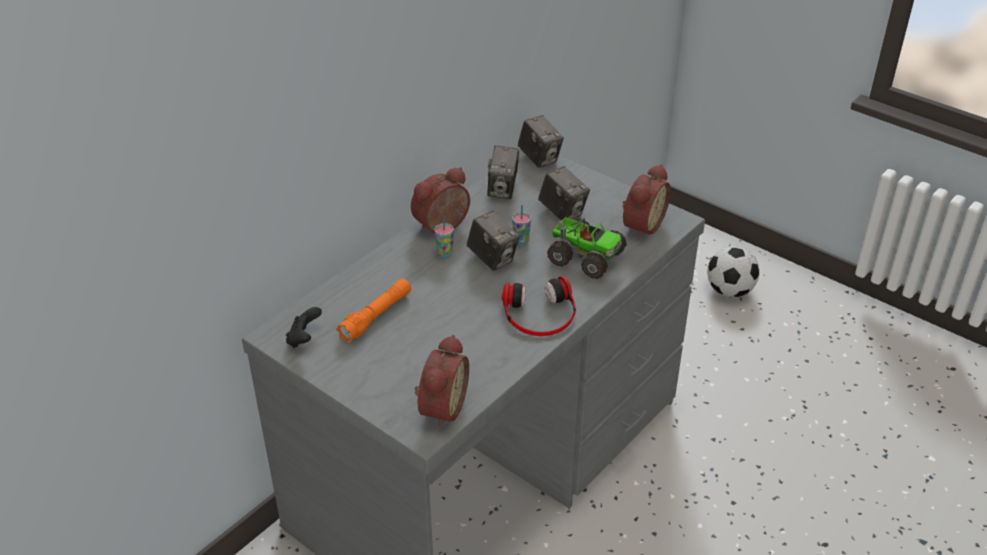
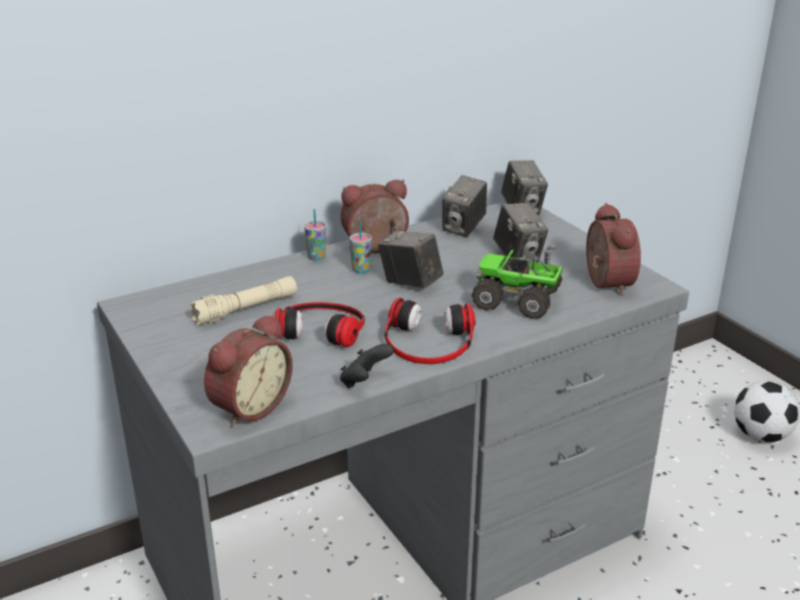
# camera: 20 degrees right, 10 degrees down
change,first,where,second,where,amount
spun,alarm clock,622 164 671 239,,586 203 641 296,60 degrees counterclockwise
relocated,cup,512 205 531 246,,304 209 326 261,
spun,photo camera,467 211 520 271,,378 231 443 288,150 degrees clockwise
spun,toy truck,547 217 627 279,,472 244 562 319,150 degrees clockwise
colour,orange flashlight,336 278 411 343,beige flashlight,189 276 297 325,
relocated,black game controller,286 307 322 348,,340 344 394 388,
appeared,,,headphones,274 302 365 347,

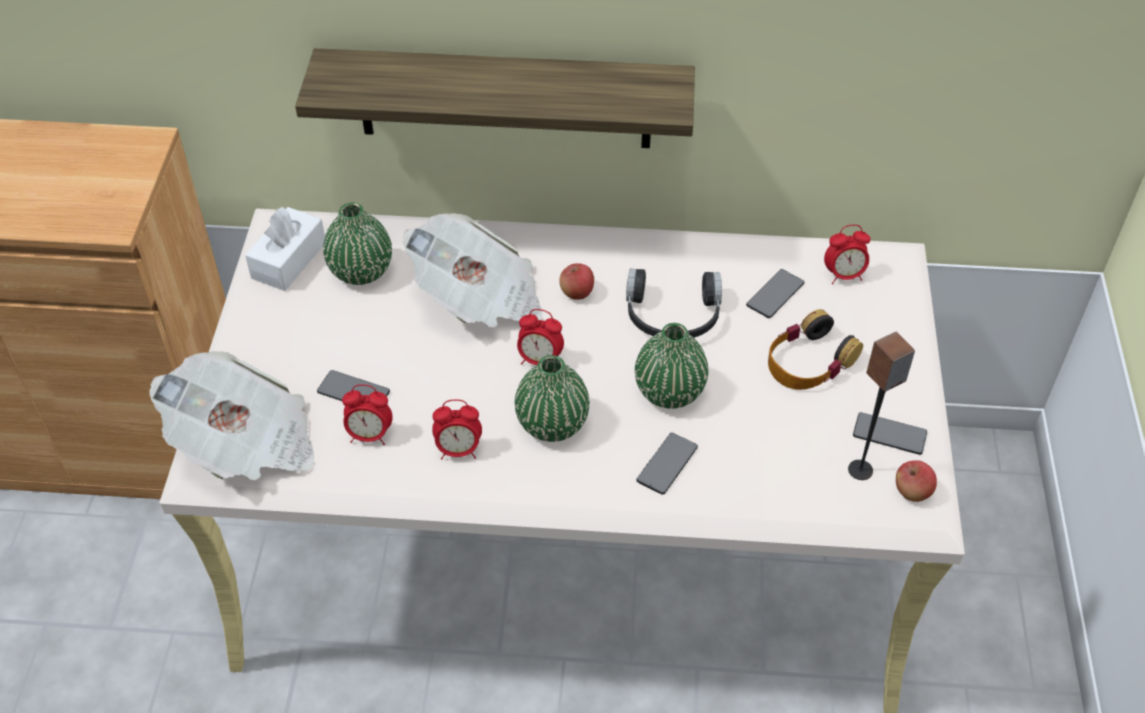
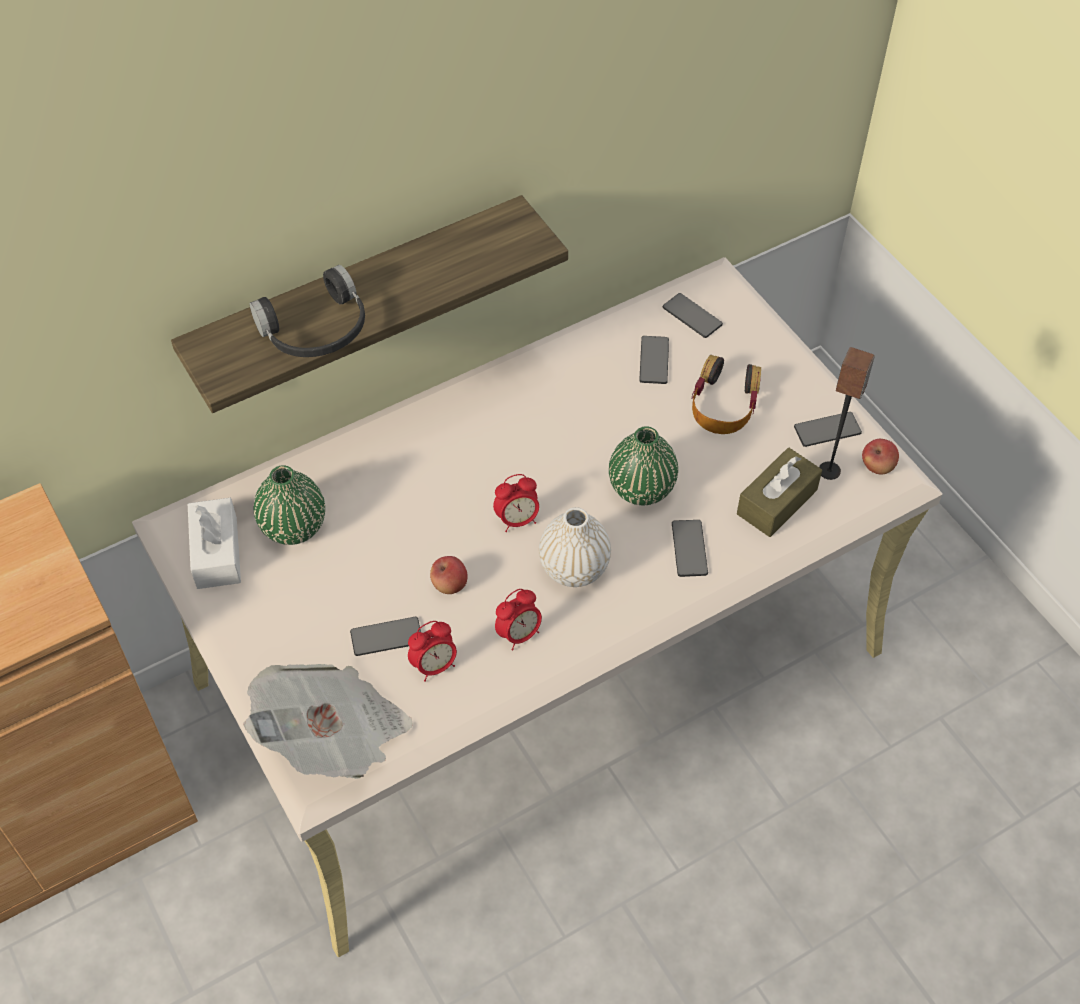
# camera: 35 degrees left, 5 degrees up
change,first,where,second,where,amount
missing,newspaper,403 213 543 328,,,
exchanged,alarm clock,824 224 871 284,phone,663 293 723 338,
relocated,apple,559 263 594 300,,430 556 468 594,
relocated,black headphones,626 269 722 338,,250 265 365 357,
colour,green vase,515 355 590 442,white vase,539 507 611 587,
appeared,,,brown tissue box,737 448 822 537,

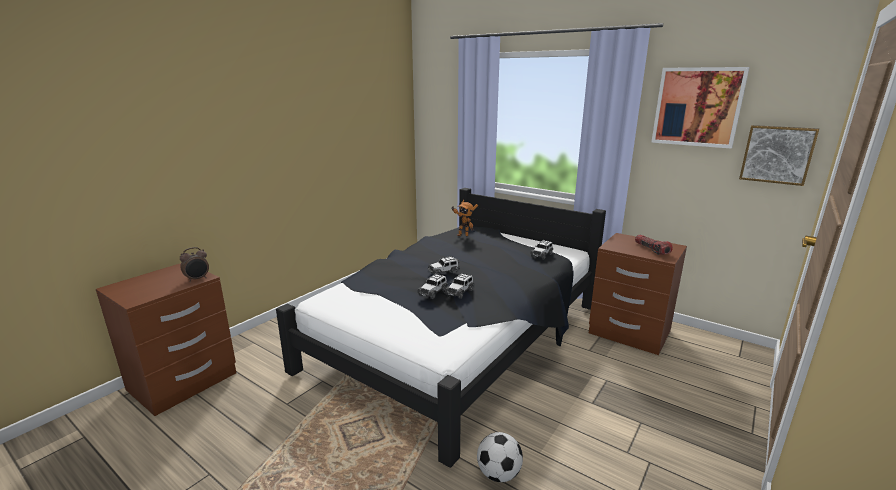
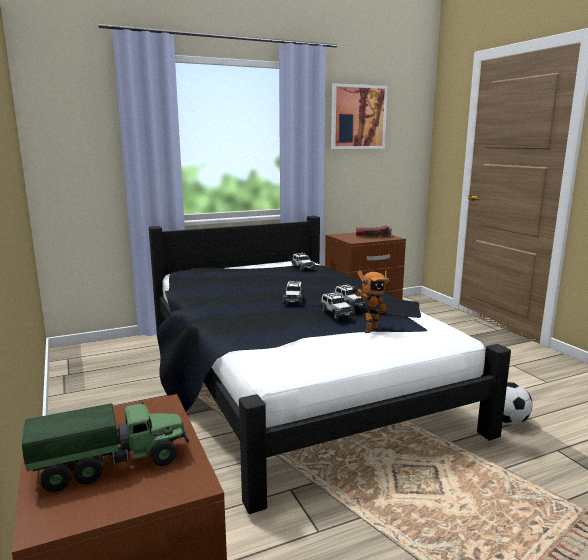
# camera: 60 degrees left, 5 degrees down
change,first,where,second,where,amount
missing,picture,739 125 819 186,,,
relocated,toy robot,452 200 478 236,,352 270 390 333,
missing,alarm clock,180 247 209 282,,,
appeared,,,toy truck,22 400 189 492,

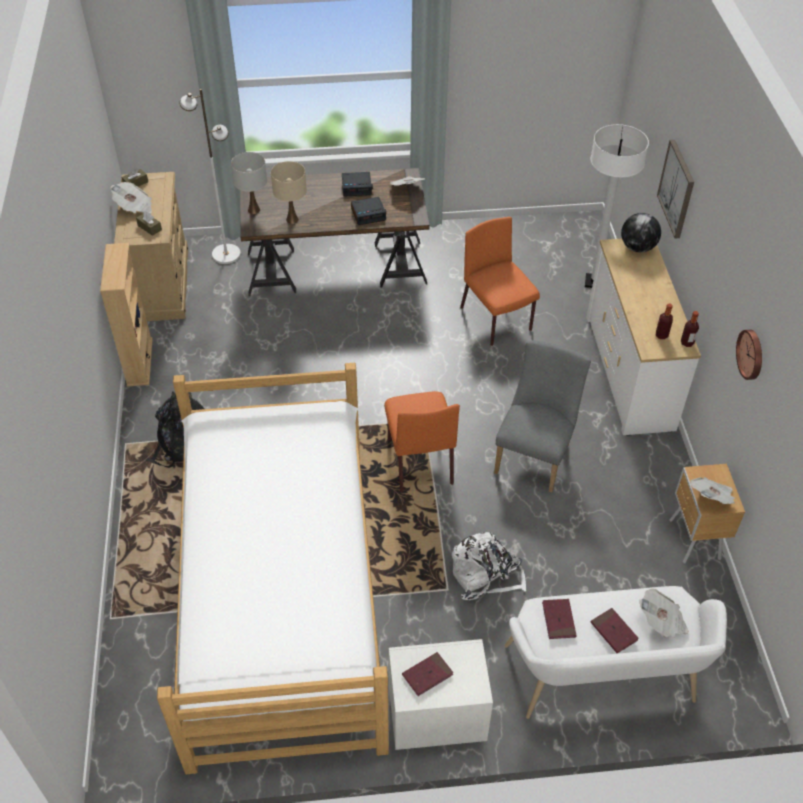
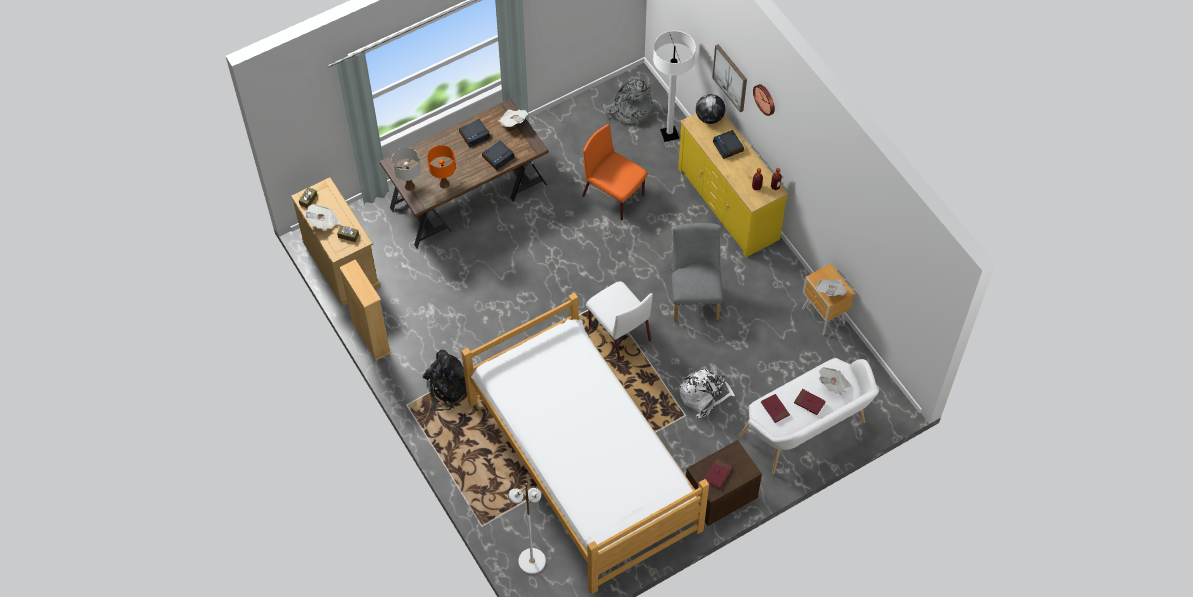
# camera: 25 degrees left, 10 degrees up
change,first,where,second,where,amount
relocated,white floor lamp,179 89 241 264,,508 483 546 574,
colour,beige table lamp,271 161 307 224,orange table lamp,427 145 456 189,
colour,white dresser,586 239 701 436,yellow dresser,678 113 788 257,
relocated,wall clock,736 330 762 380,,753 84 775 116,
colour,orange chair,384 391 460 492,white chair,586 281 653 361,
colour,white nightstand,389 639 493 750,brown nightstand,686 440 762 526,
appeared,,,grey backpack,603 79 653 125,
appeared,,,alarm clock,713 130 744 159,

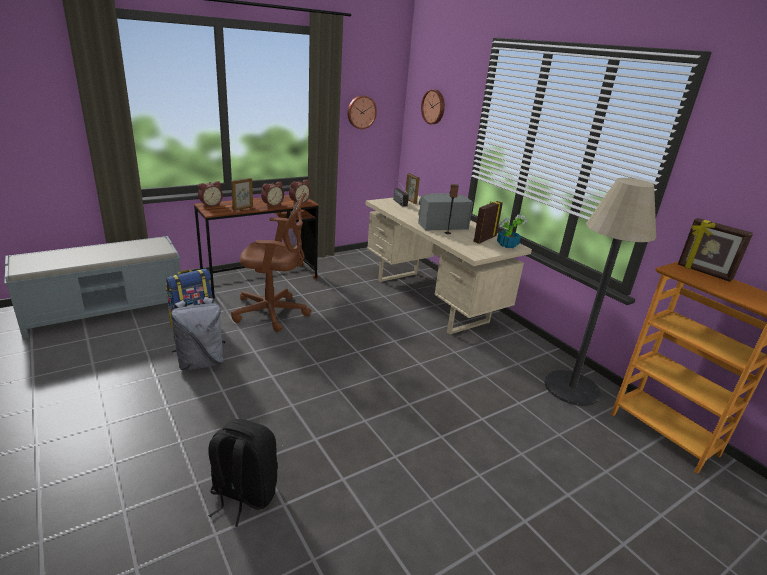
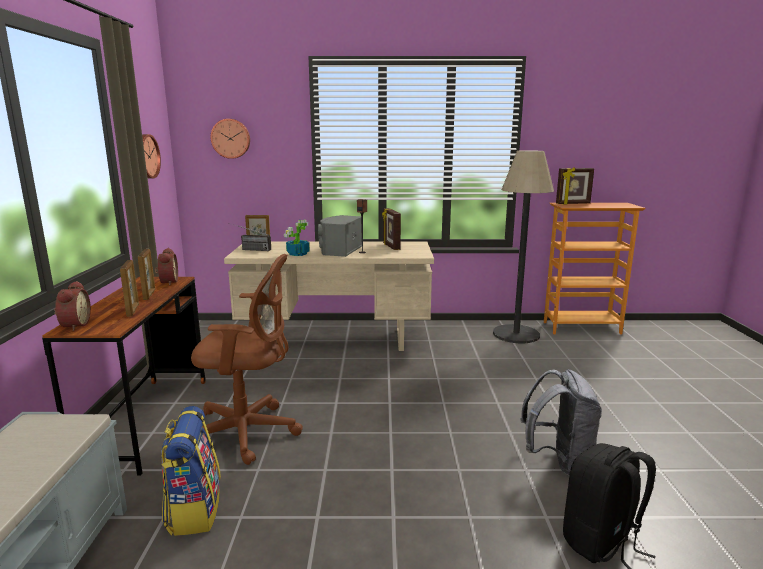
# camera: 55 degrees left, 10 degrees down
change,first,where,second,where,amount
exchanged,alarm clock,261 182 284 207,picture frame,138 249 155 300,
spun,brown office chair,231 193 311 332,,191 254 303 465,60 degrees clockwise
relocated,potted plant,497 215 527 248,,284 220 310 256,
relocated,grey backpack,171 297 226 371,,520 369 602 476,

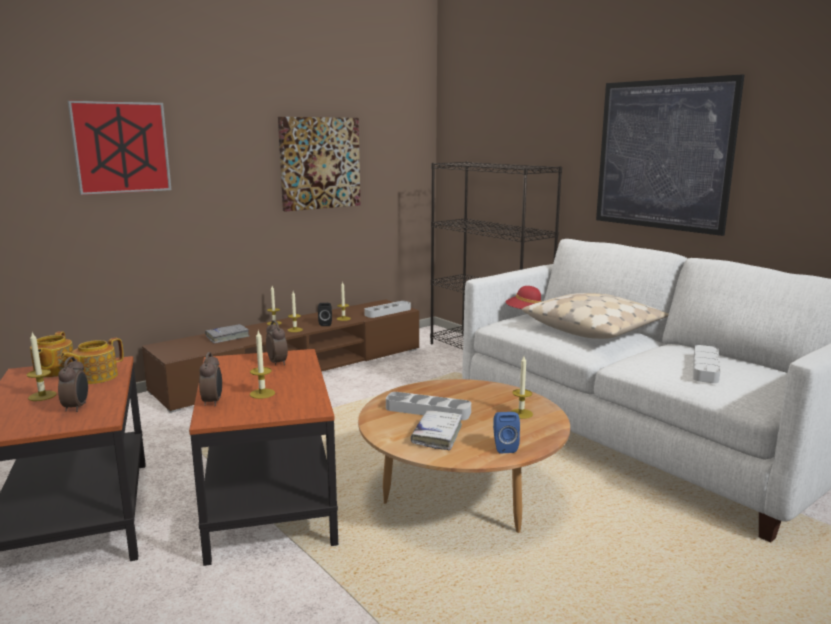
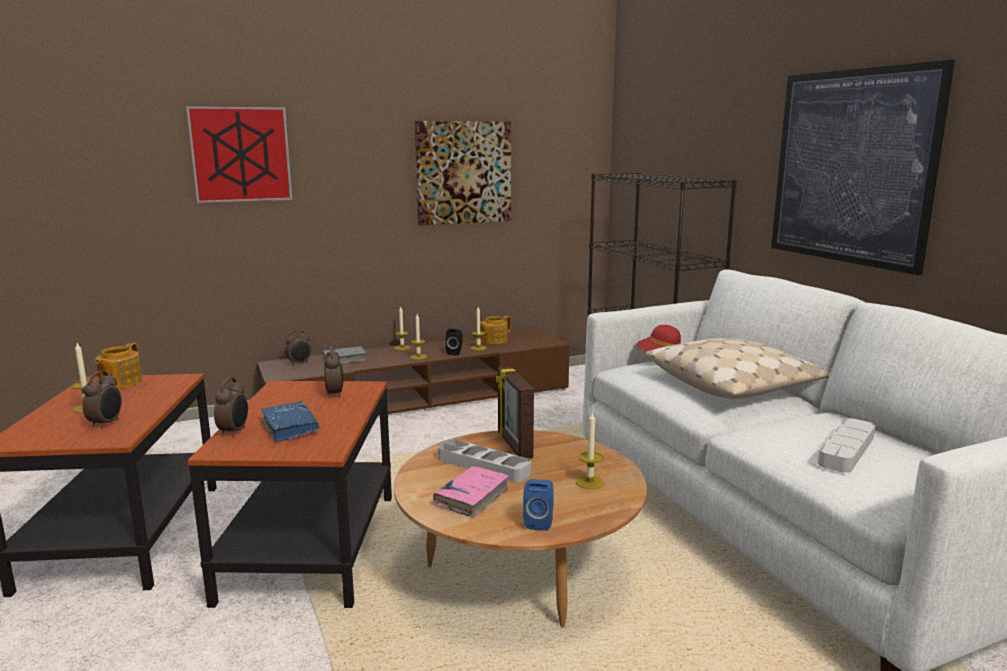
# camera: 15 degrees right, 0 degrees up
change,first,where,second,where,amount
missing,grey tray,364 301 411 318,,,
exchanged,candle,250 331 275 399,blue book,261 401 320 442,
relocated,teapot,60 338 124 384,,480 316 511 344,
colour,white book,411 411 462 450,pink book,433 466 509 517,
appeared,,,alarm clock,285 330 311 366,
appeared,,,picture frame,496 366 534 459,

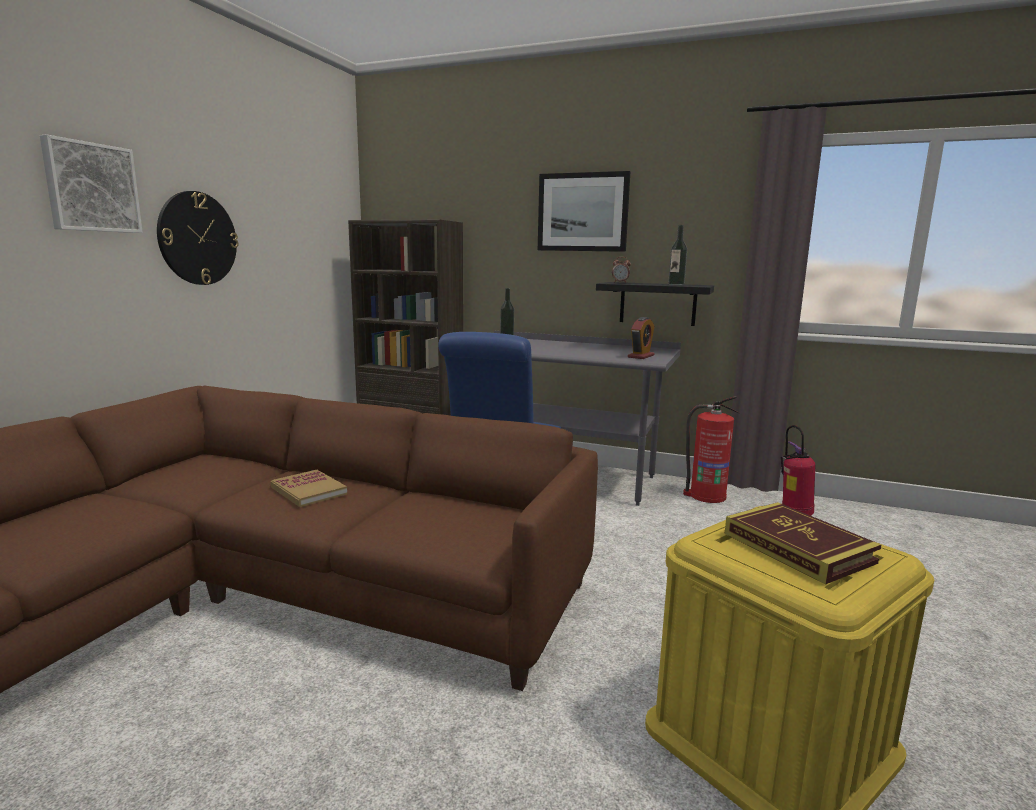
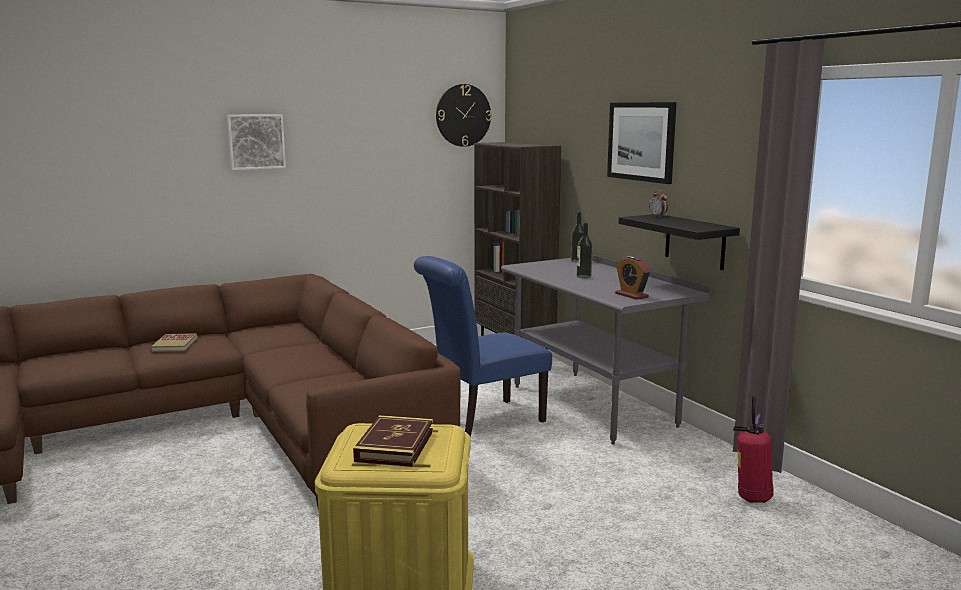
# camera: 40 degrees right, 0 degrees up
change,first,where,second,where,amount
relocated,wall clock,157 191 238 285,,436 84 492 147,
relocated,bottle,668 225 687 285,,577 223 593 279,
spun,alarm clock,628 317 654 359,,615 256 651 300,75 degrees clockwise
missing,fire extinguisher,683 396 740 503,,,
relocated,book,271 470 347 507,,150 333 197 352,

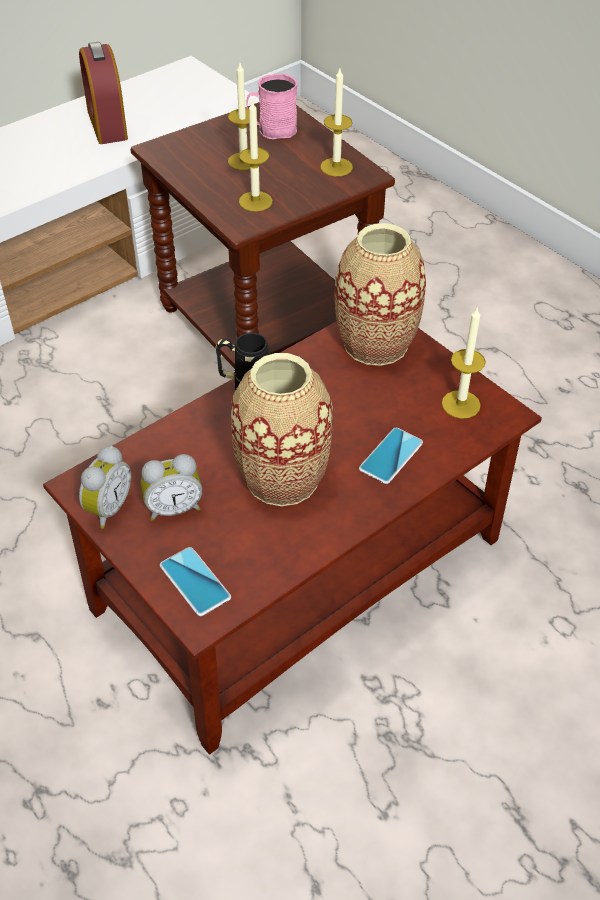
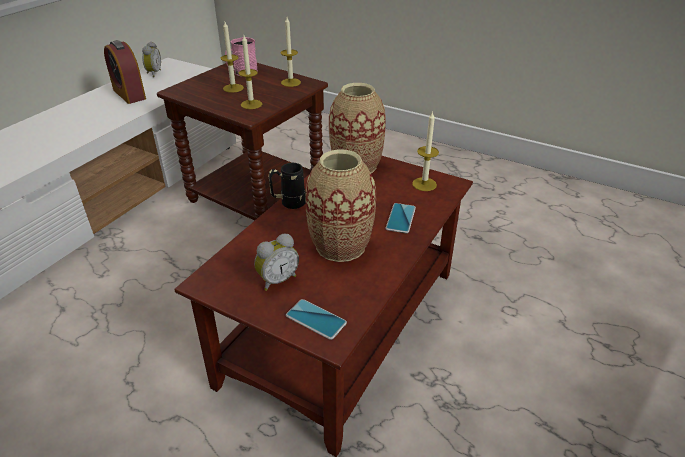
# camera: 20 degrees left, 10 degrees down
change,first,where,second,where,amount
relocated,alarm clock,79 446 131 529,,142 41 161 77,

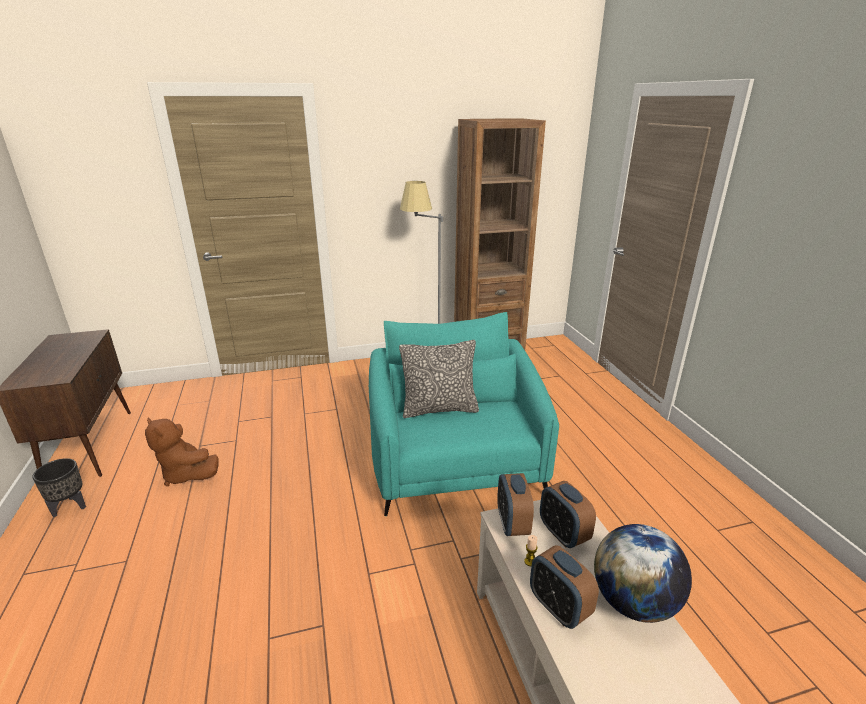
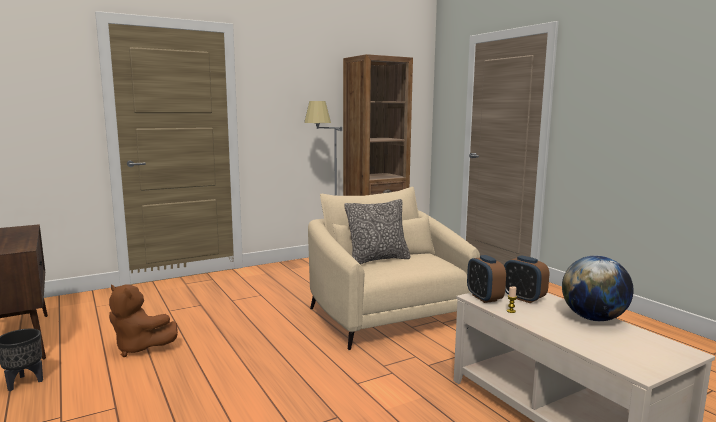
# camera: 15 degrees left, 15 degrees down
change,first,where,second,where,amount
colour,turquoise armchair,369 312 559 516,beige armchair,308 187 480 351,
missing,alarm clock,530 545 599 629,,,

